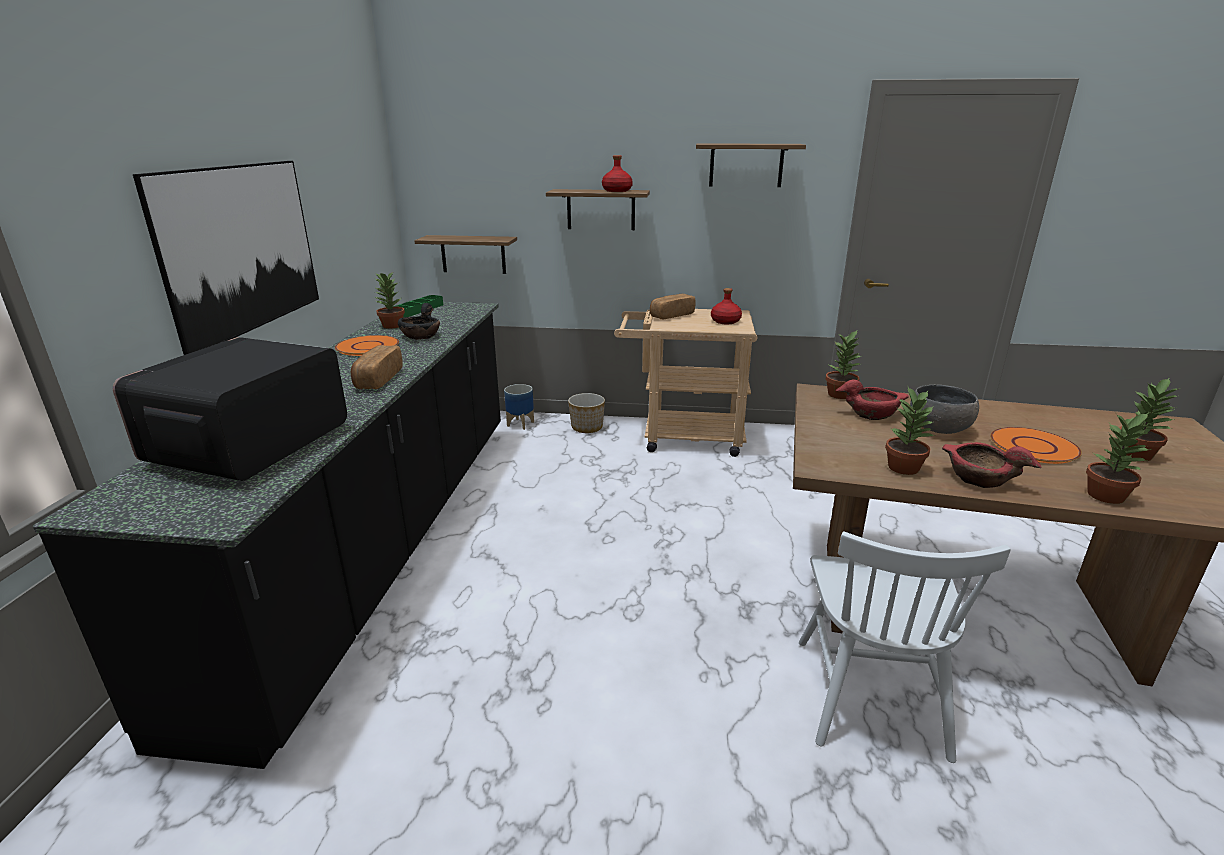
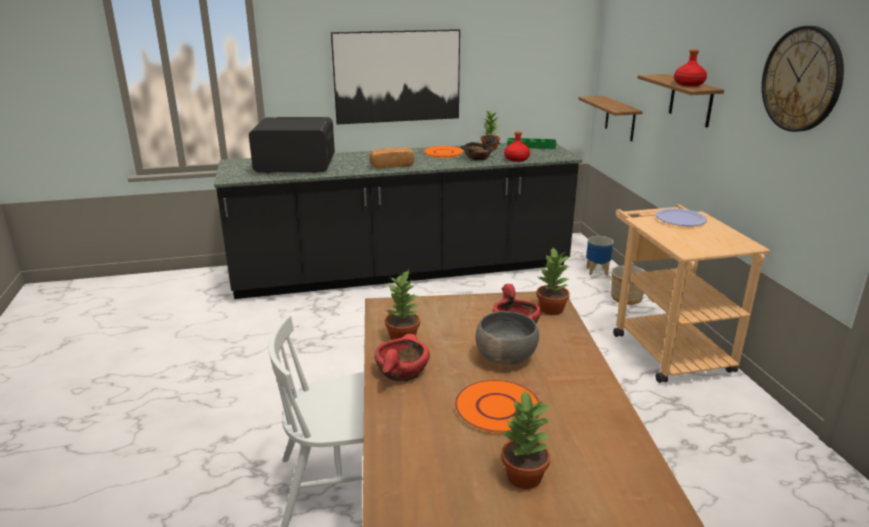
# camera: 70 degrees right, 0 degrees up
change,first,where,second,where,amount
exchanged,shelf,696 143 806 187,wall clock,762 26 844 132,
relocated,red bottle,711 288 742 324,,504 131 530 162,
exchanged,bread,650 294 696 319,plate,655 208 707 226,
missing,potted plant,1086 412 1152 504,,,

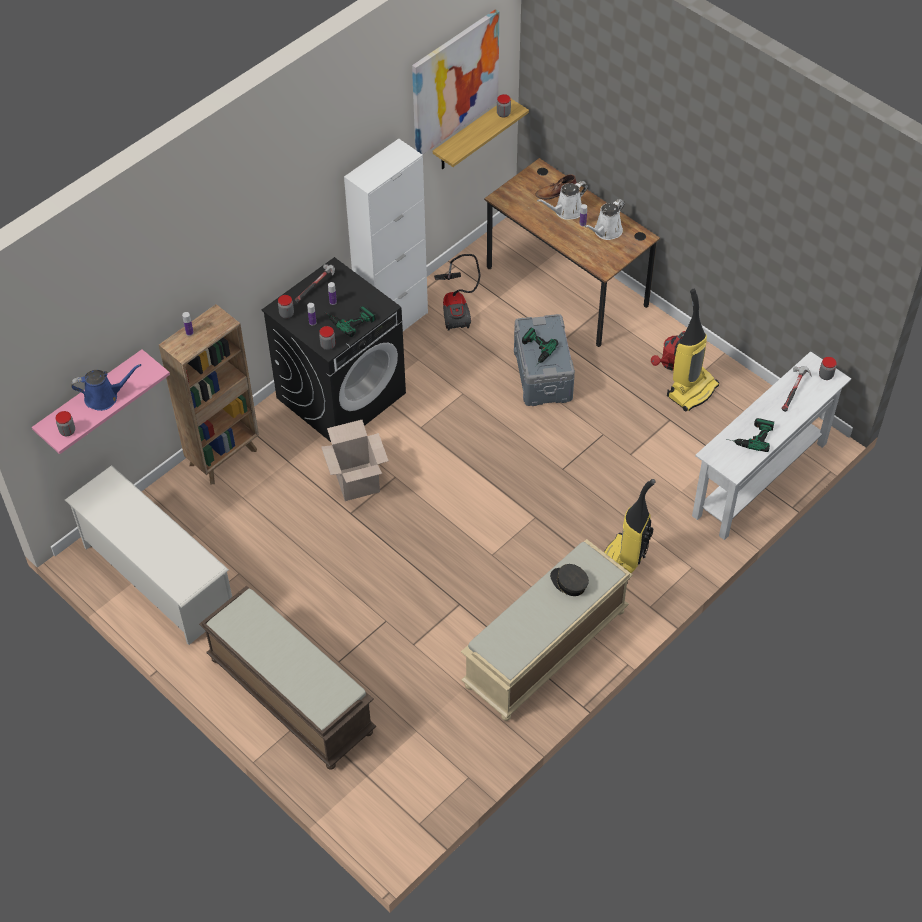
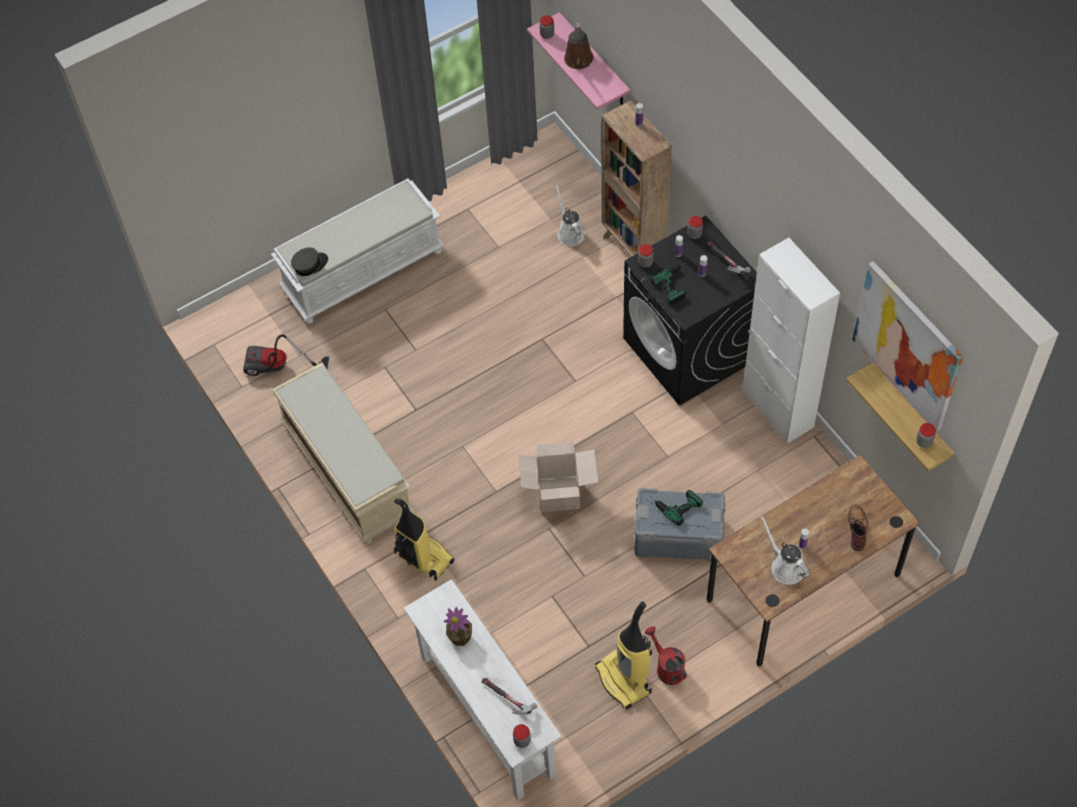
# camera: 105 degrees right, 5 degrees up
change,first,where,second,where,amount
relocated,white watering can,537 181 588 220,,555 185 585 246,
relocated,vacuum cleaner,434 254 480 331,,243 334 329 376,
colour,blue watering can,71 364 141 411,brown watering can,564 23 593 69,
exchanged,power drill,726 418 774 452,potted plant,444 607 472 646,
relocated,cardboard box,321 420 389 501,,518 442 598 513,
missing,white shoe rack,65 465 232 645,,,
relocated,grey cap,550 564 589 596,,291 247 328 276,
colour,brown bench,199 586 376 770,white bench,271 178 444 324,

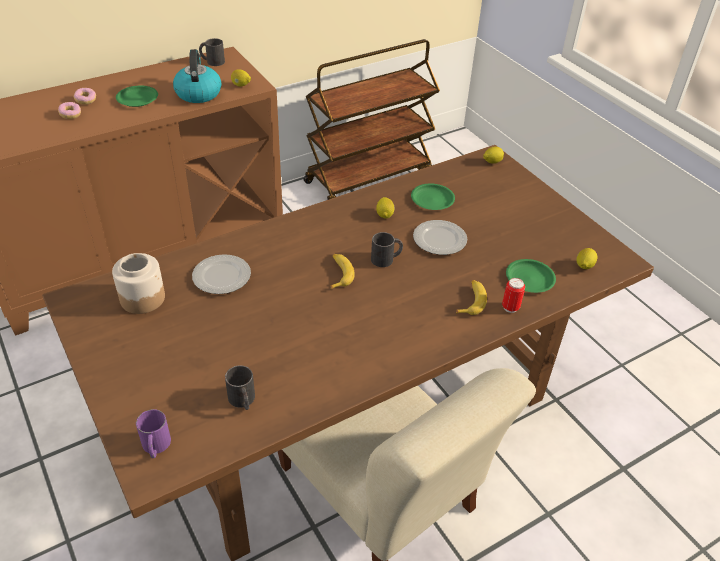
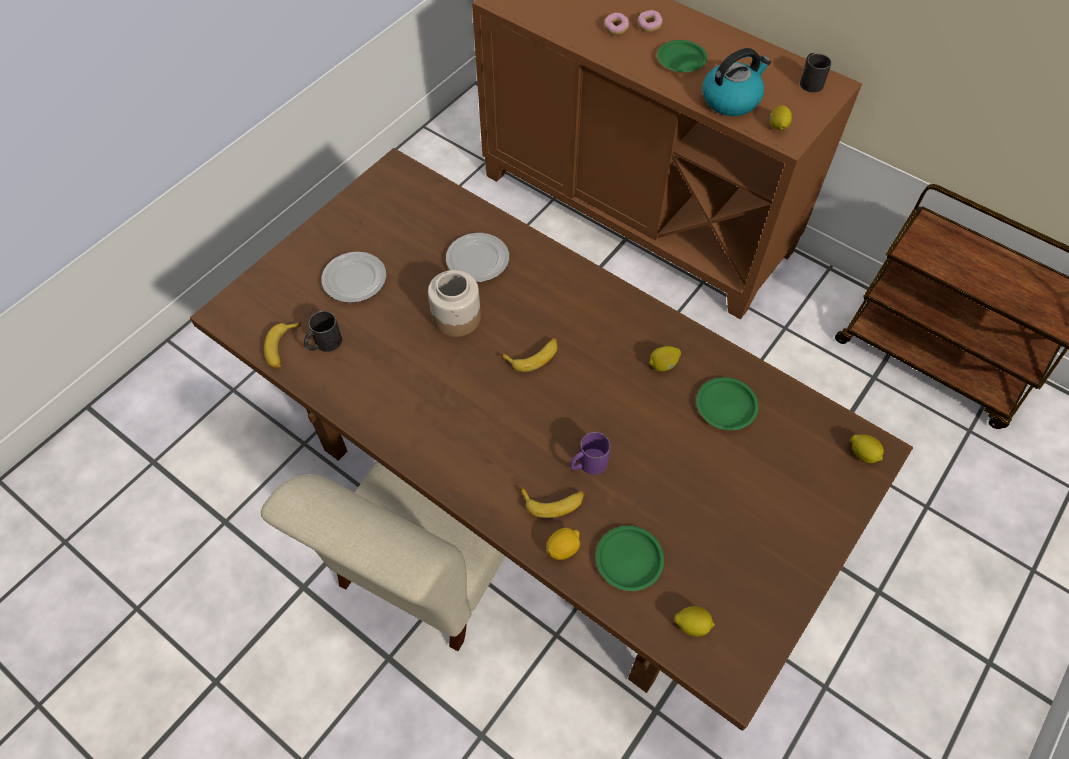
# camera: 70 degrees right, 15 degrees up
change,first,where,second,where,amount
relocated,plate,413 220 467 255,,321 252 386 303,
missing,black mug,371 232 403 267,,,
relocated,jar,112 253 165 314,,428 270 481 337,
exchanged,can,502 278 525 313,lemon,546 528 580 560,
relocated,purple mug,136 409 171 458,,570 432 611 475,
appeared,,,banana,264 322 301 370,

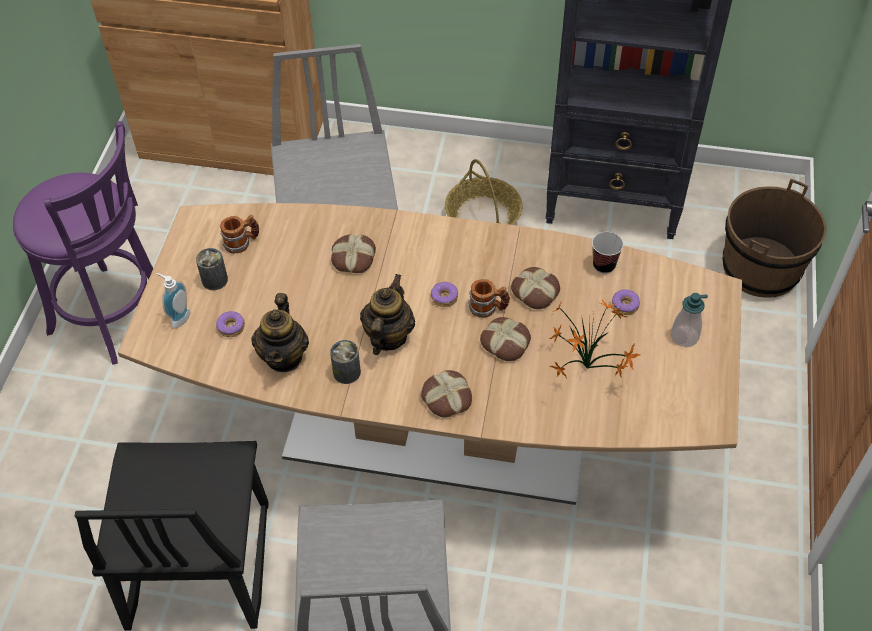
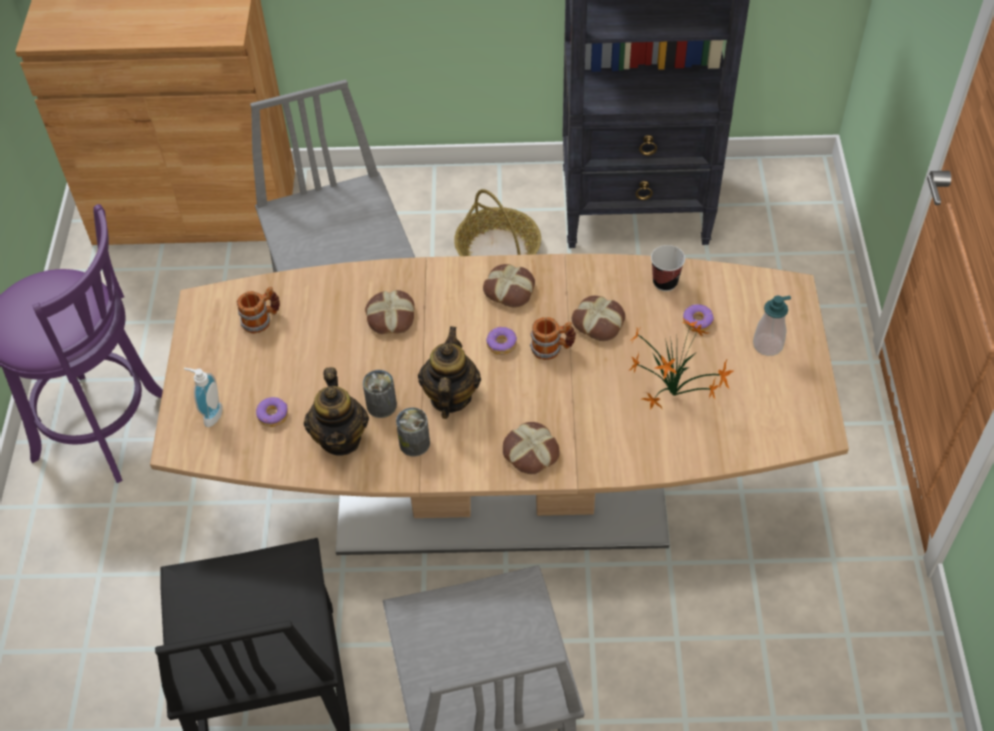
# camera: 10 degrees left, 0 degrees up
change,first,where,second,where,amount
missing,brown bucket,723 179 827 298,,,
relocated,can,196 248 228 290,,363 370 397 418,
relocated,bread,480 317 531 361,,483 264 535 308,

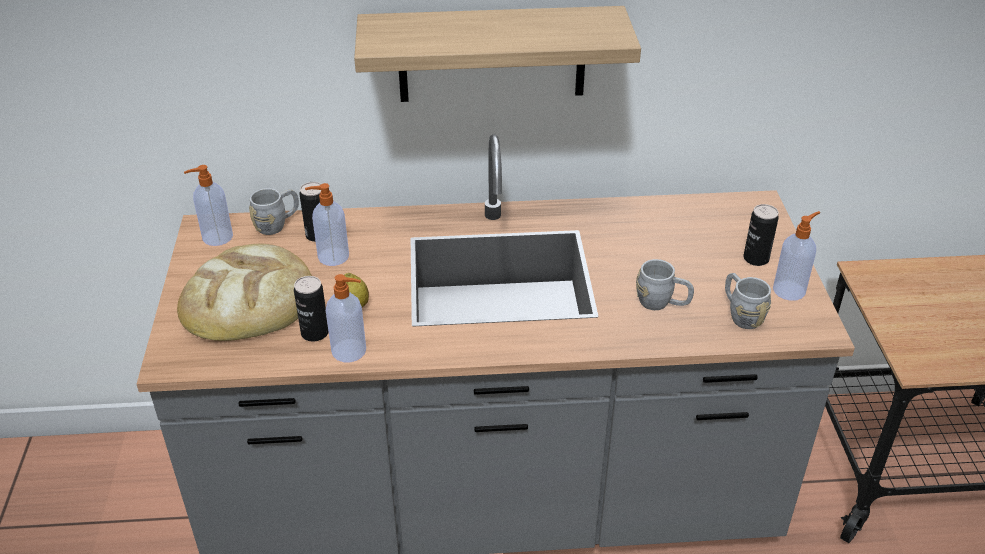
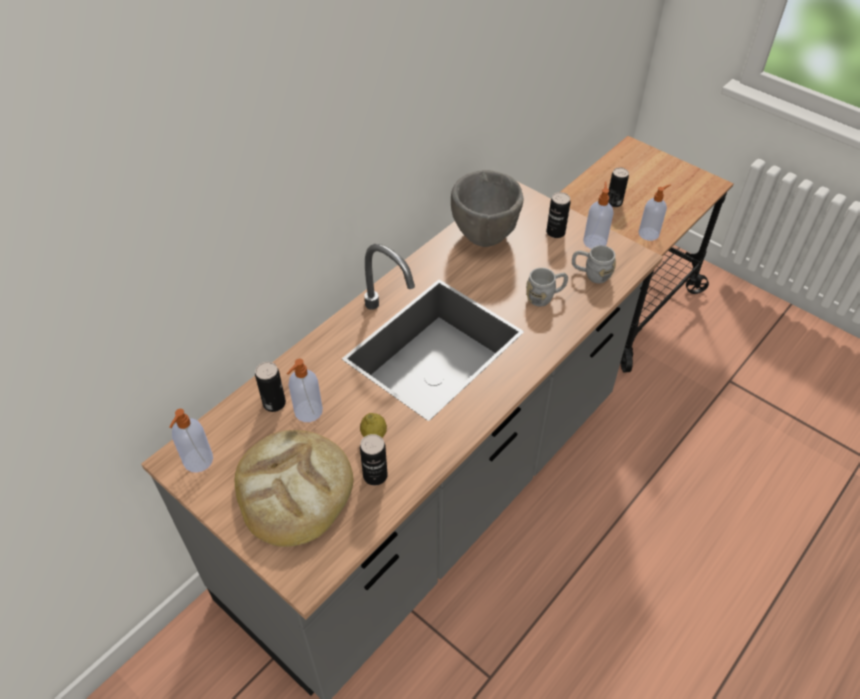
# camera: 45 degrees left, 10 degrees up
change,first,where,second,where,amount
missing,shelf,354 6 641 102,,,
missing,grey mug,249 188 299 235,,,
relocated,soap dispenser,326 274 366 362,,639 185 671 241,
appeared,,,can,608 168 629 207,
appeared,,,grey bowl,451 170 523 247,

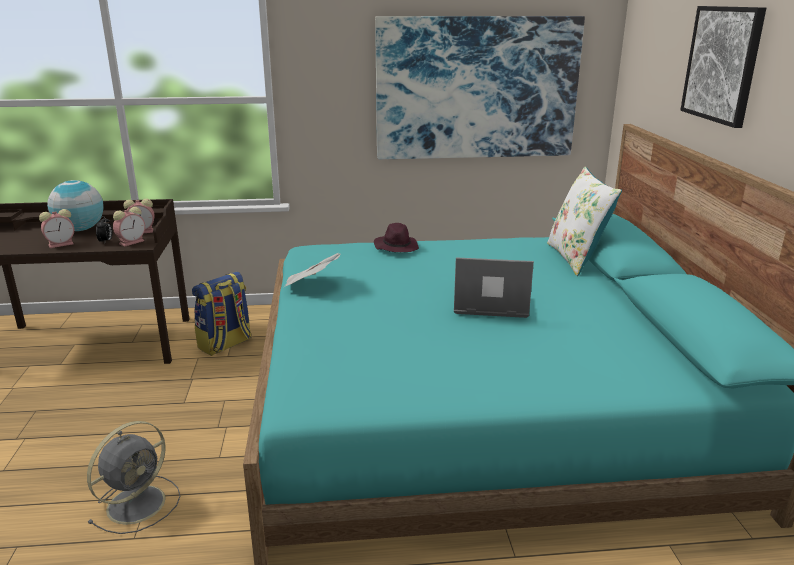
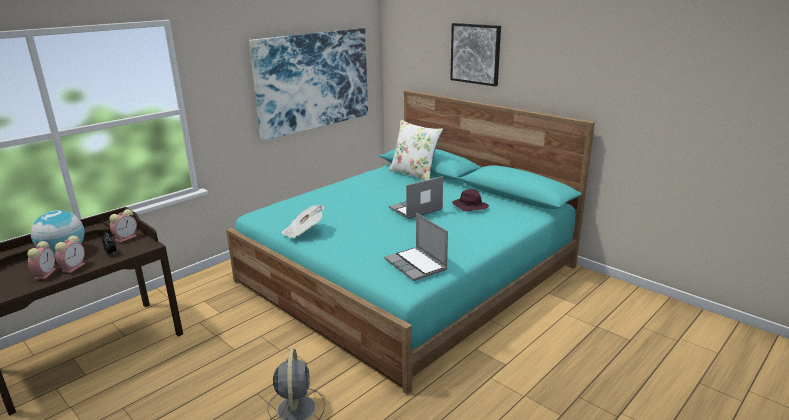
# camera: 40 degrees left, 0 degrees up
change,first,where,second,where,amount
relocated,alarm clock,113 207 145 247,,27 241 56 279,
relocated,purple hat,374 223 419 252,,452 189 489 211,
missing,backpack,192 272 252 356,,,
appeared,,,laptop,384 213 448 281,

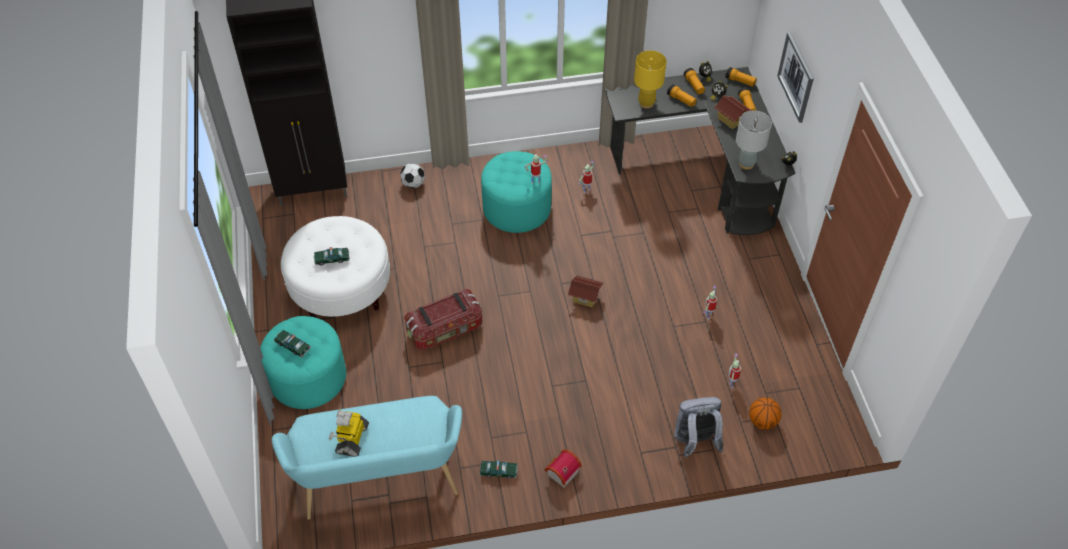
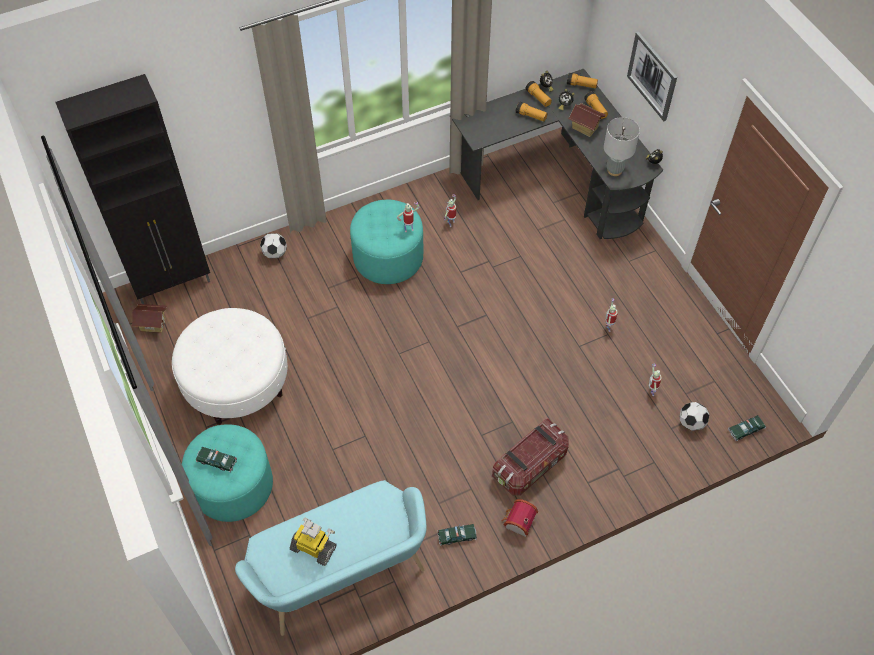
# camera: 15 degrees left, 5 degrees up
change,first,where,second,where,amount
missing,yellow table lamp,634 50 667 109,,,
relocated,toy car,314 247 350 265,,728 415 766 441,
relocated,toy house,568 275 603 308,,132 304 167 333,
relocated,storage box,404 289 482 351,,492 419 569 496,
missing,grey backpack,674 397 724 458,,,
exchanged,basketball,749 398 781 429,football,680 402 709 431,
spun,toy robot,329 410 369 457,,290 517 337 566,120 degrees clockwise

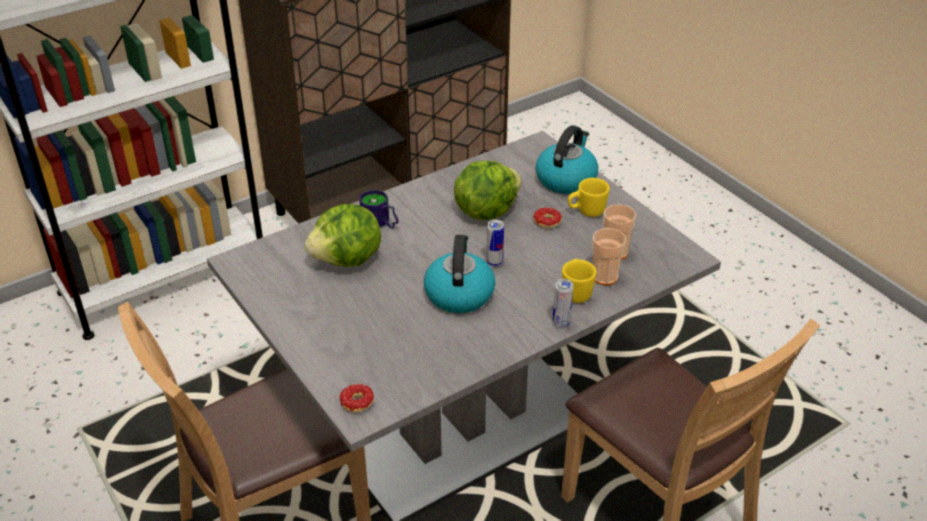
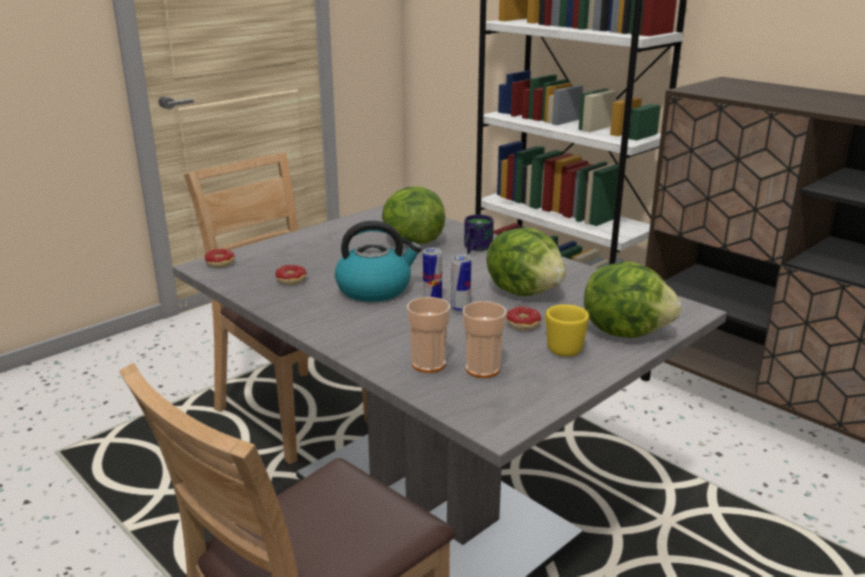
# camera: 80 degrees right, 15 degrees down
change,first,where,second,where,amount
exchanged,kettle,536 125 598 194,lettuce,584 262 682 338,
missing,yellow mug,562 259 596 303,,,
relocated,can,553 279 573 328,,451 254 471 313,
appeared,,,donut,275 265 307 285,

